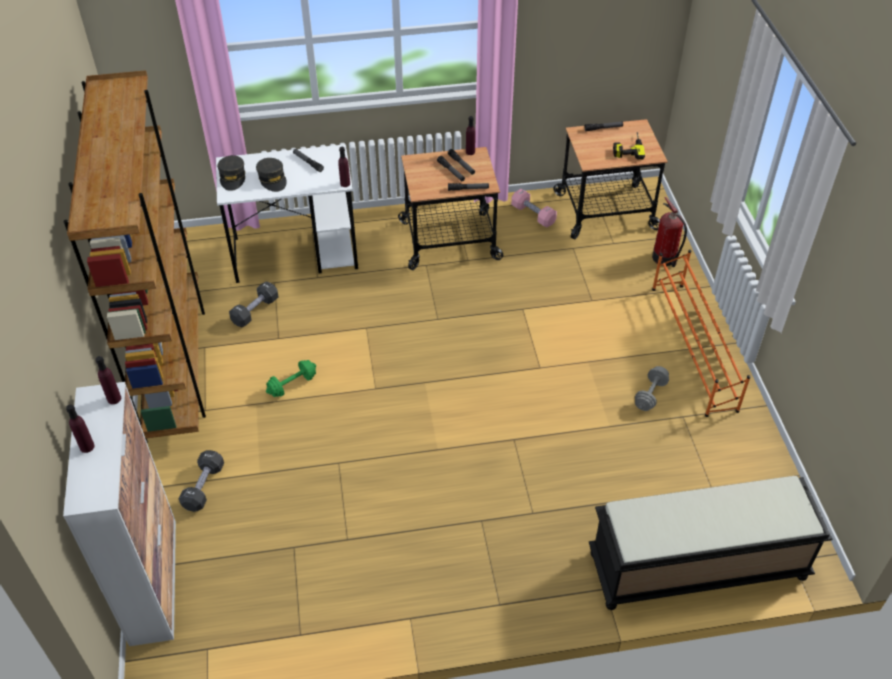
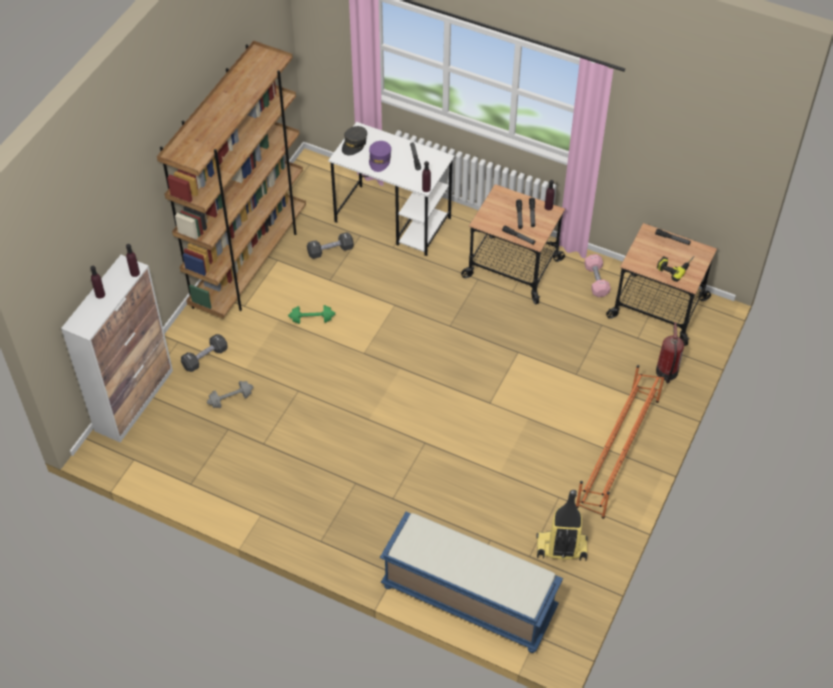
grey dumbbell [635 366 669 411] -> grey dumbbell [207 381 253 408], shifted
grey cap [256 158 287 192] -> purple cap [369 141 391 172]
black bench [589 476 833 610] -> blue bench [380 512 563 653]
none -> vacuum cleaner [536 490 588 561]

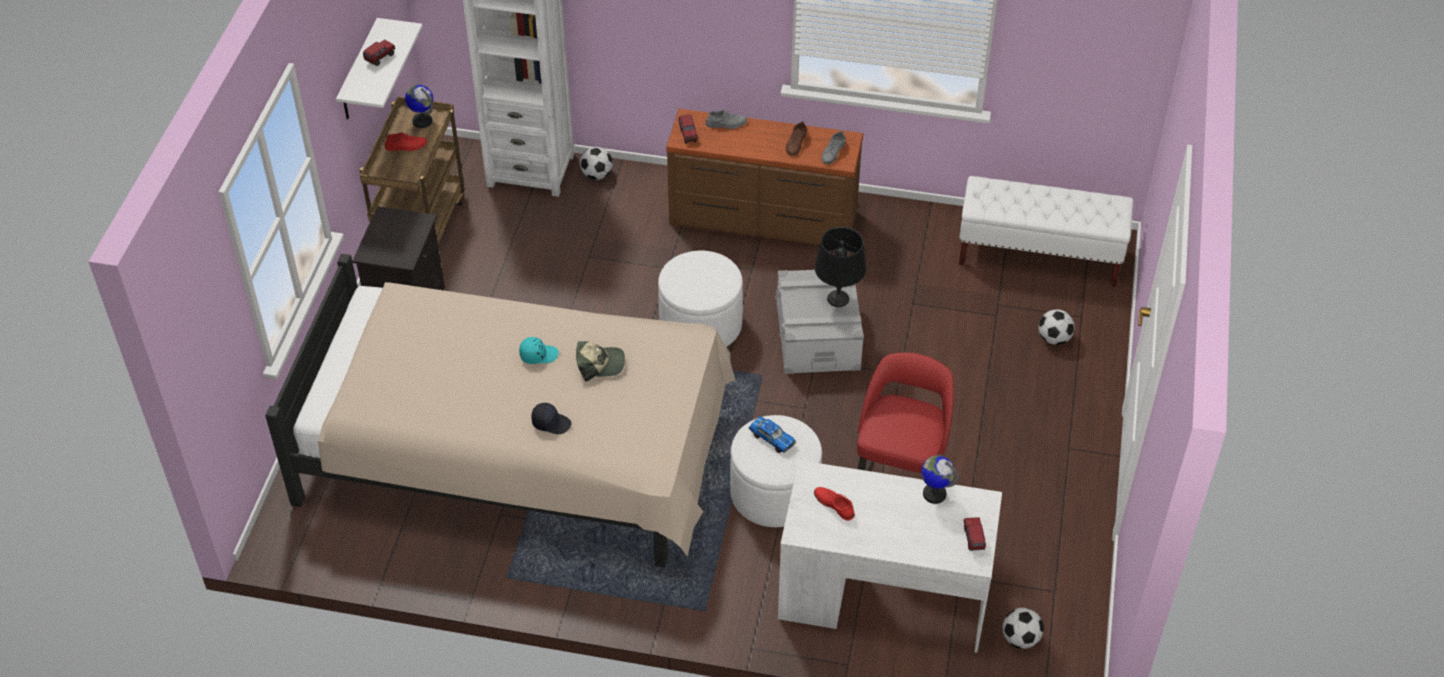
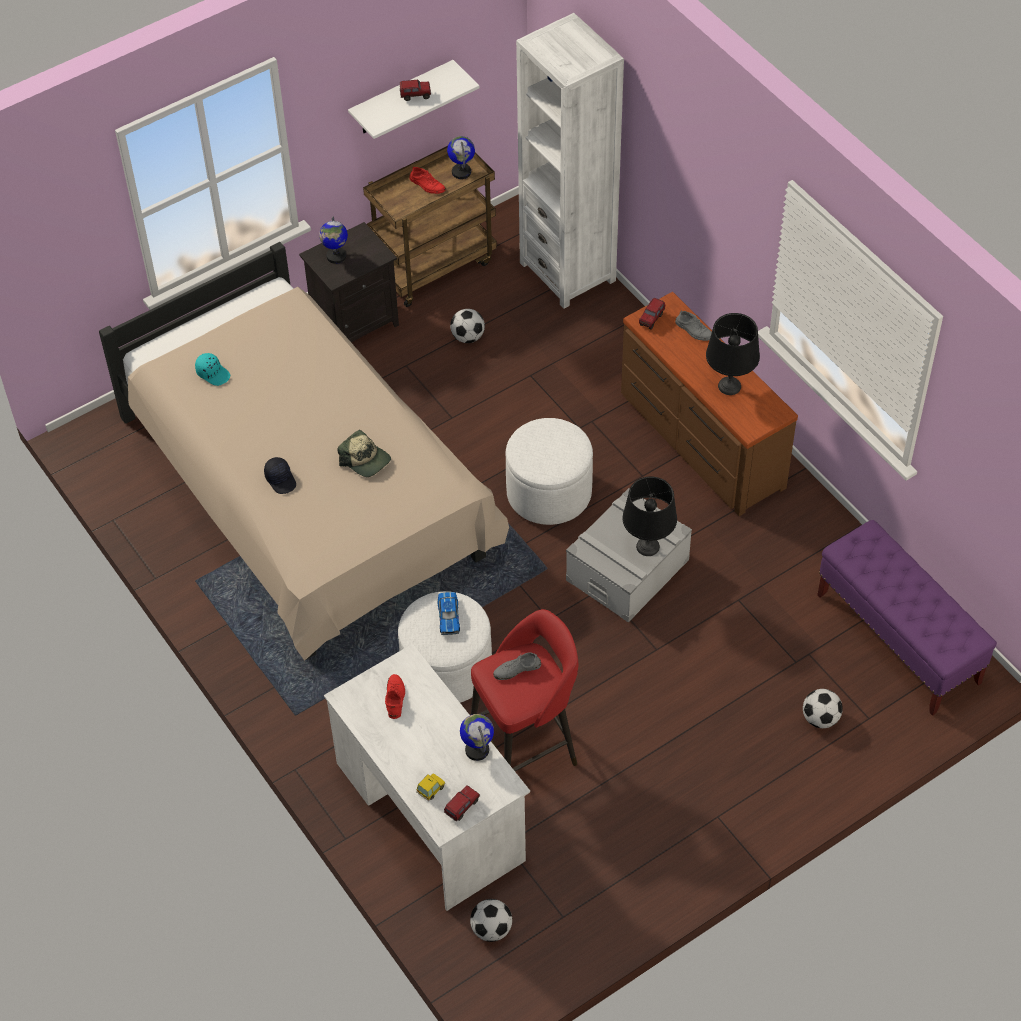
turquoise cap [519 337 559 364] -> turquoise cap [195 353 230 386], shifted
none -> globe [319 216 348 264]
none -> toy car [416 773 446 801]
football [580 147 613 180] -> football [450 309 485 343], shifted
grey shoe [821 131 846 164] -> grey shoe [493 652 541 680], shifted
brown shoe [786 121 807 156] -> black table lamp [706 313 760 395]
white bench [959 176 1133 287] -> purple bench [817 520 997 716]

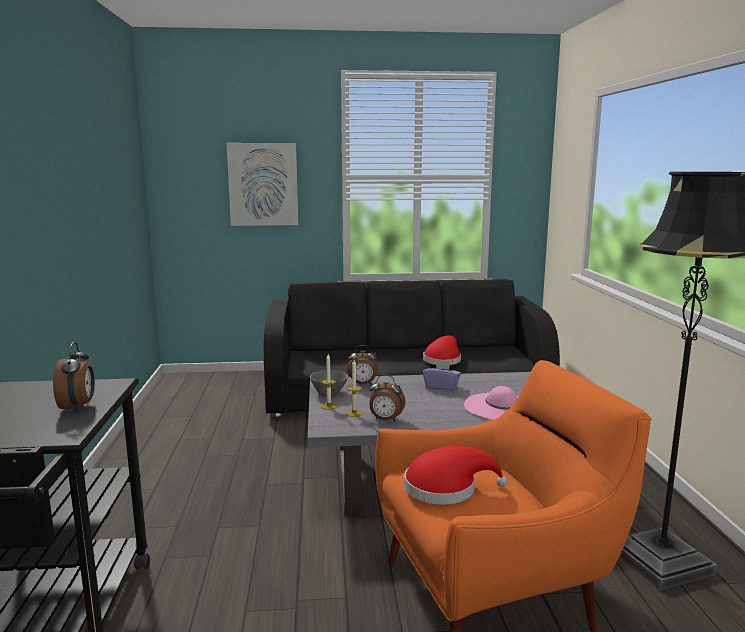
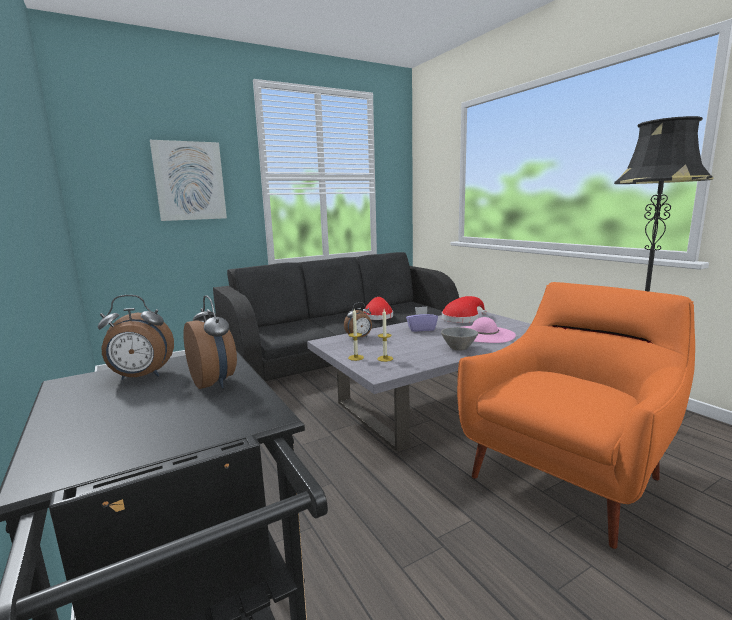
alarm clock [369 375 406 421] -> alarm clock [98 295 174 380], shifted
grey bowl [310 370 348 396] -> grey bowl [441 327 478 351], shifted
red hat [404 446 507 505] -> red hat [442 296 487 323], shifted

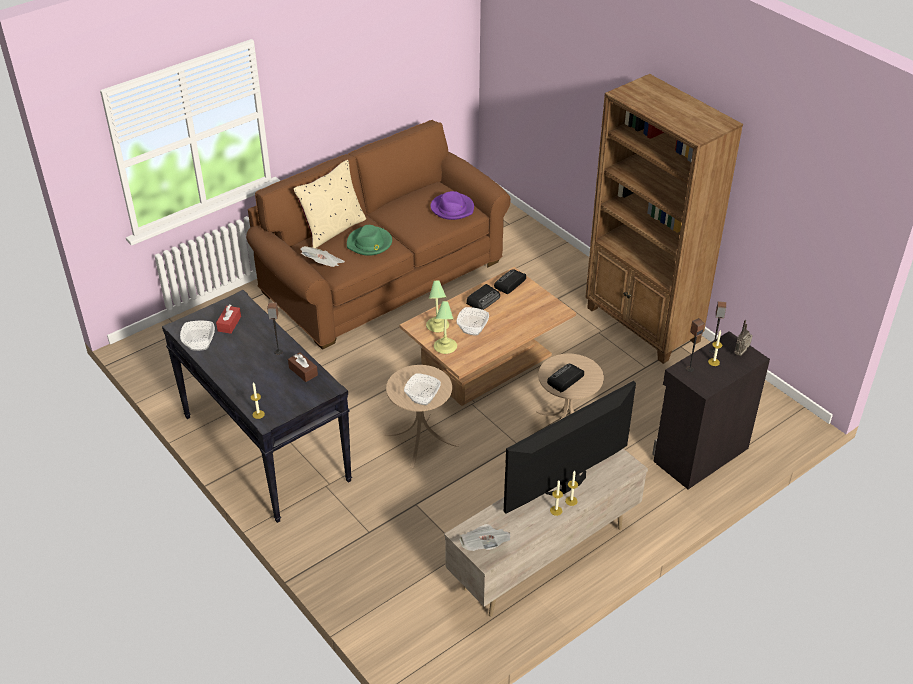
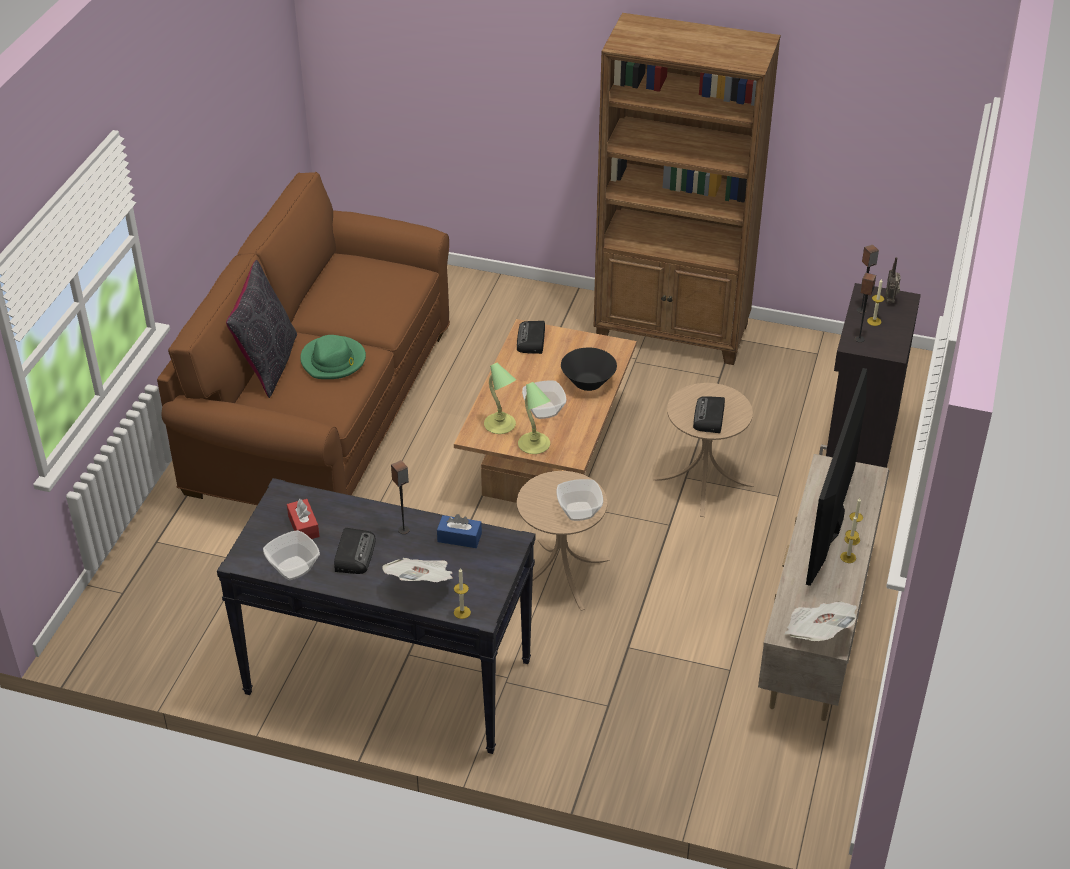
beige pillow [294 160 366 248] -> black pillow [226 260 297 398]
radio [466 284 500 310] -> radio [334 528 376 574], shifted
newspaper [300 246 345 267] -> newspaper [382 558 453 582], shifted
brown tissue box [288 352 318 382] -> blue tissue box [437 514 482 548]
none -> black bowl [561 348 617 391]
purple hat [431 191 474 220] -> none

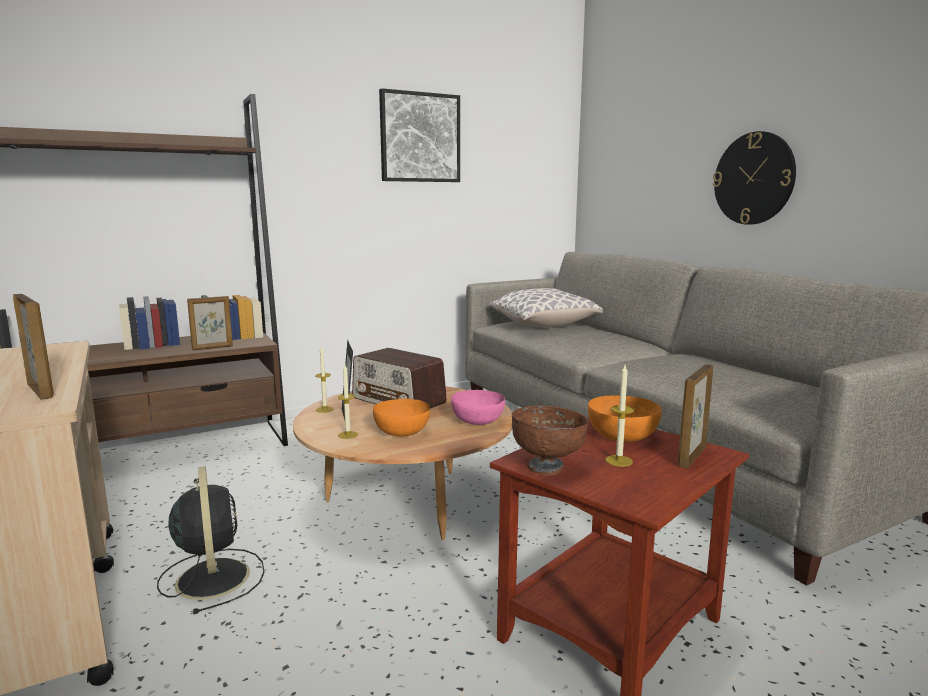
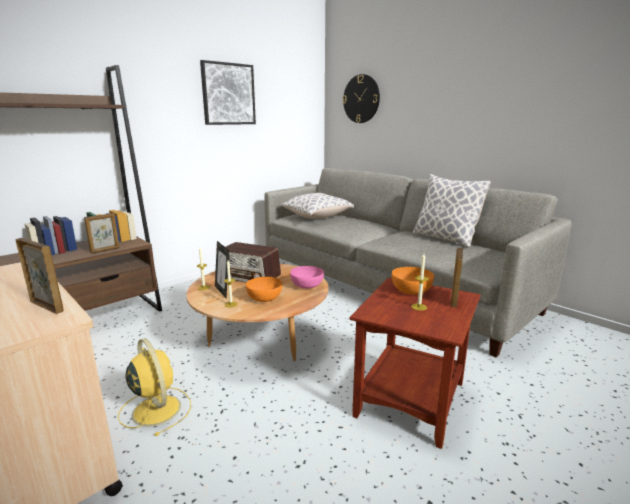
black fan [157 466 265 614] -> yellow fan [118 338 191 436]
wall clock [713 131 796 225] -> wall clock [342 74 380 123], shifted
none -> pillow [412 174 491 247]
brown bowl [512 405 589 476] -> none

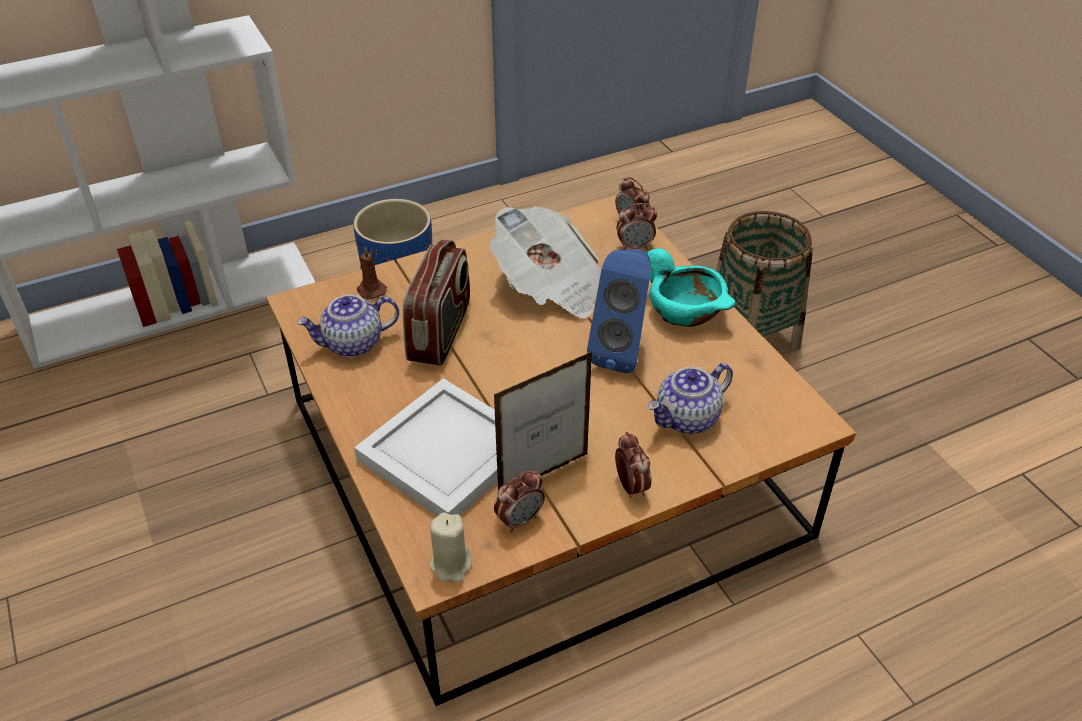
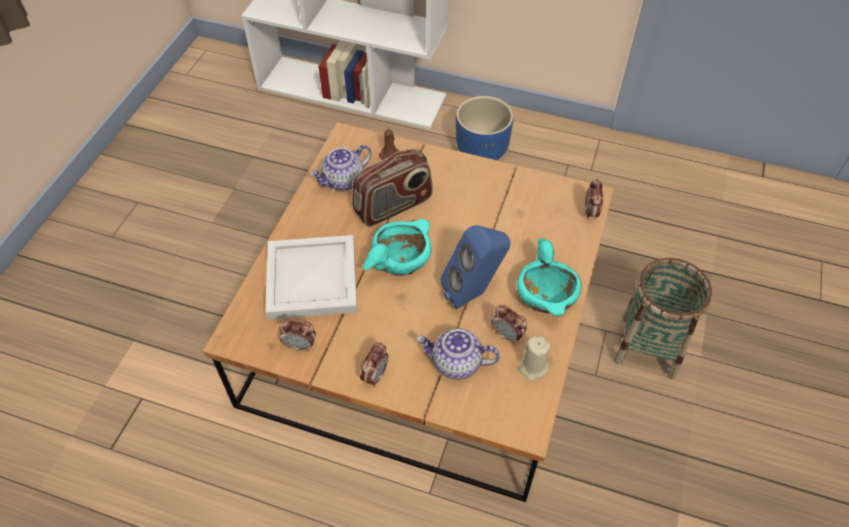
teapot [297 295 399 357] -> teapot [310 145 372 191], 60 degrees counterclockwise
none -> turquoise bowl [362 219 431 276]
alarm clock [616 203 657 250] -> alarm clock [491 305 527 344], shifted
beige candle [430 512 472 583] -> beige candle [520 336 551 381], shifted
newspaper [489 206 602 318] -> none
picture frame [494 352 592 490] -> none

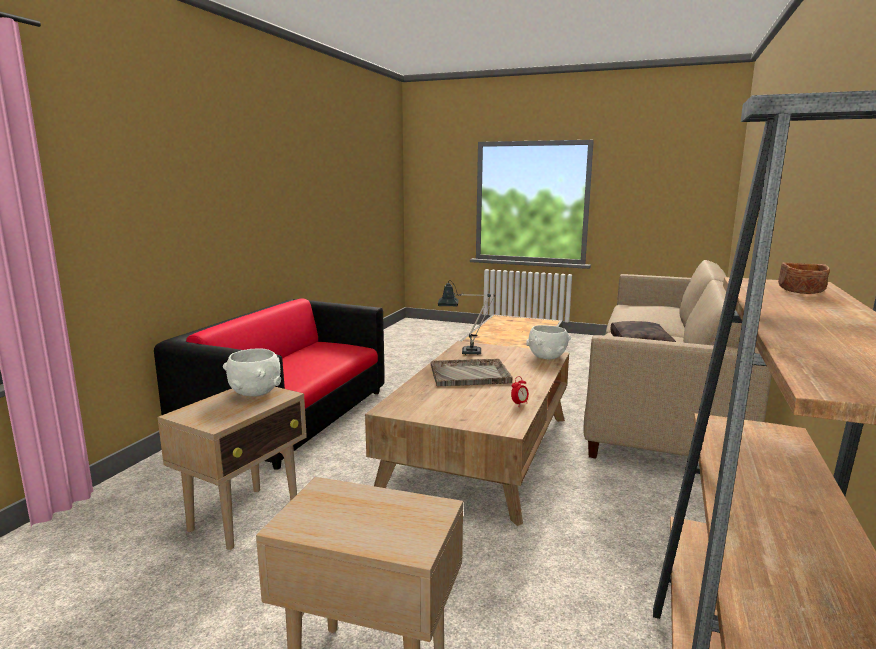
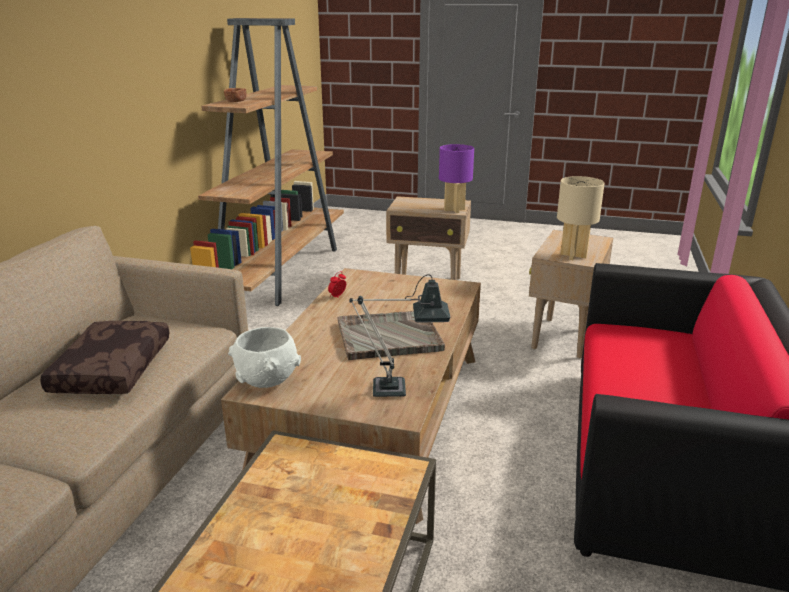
none -> purple table lamp [439 144 474 213]
white bowl [223 348 281 397] -> beige table lamp [557 176 605 260]

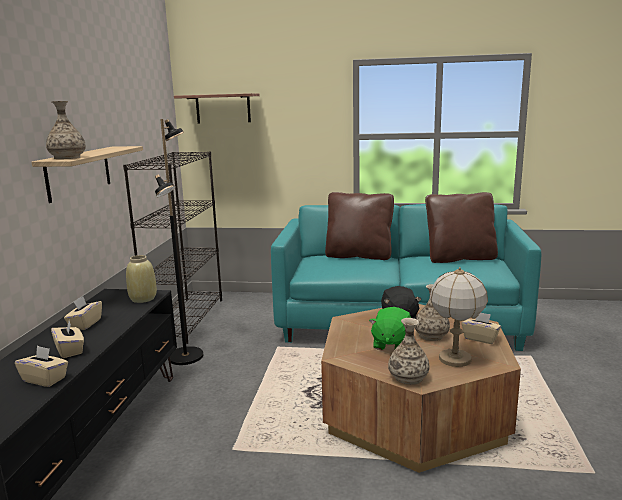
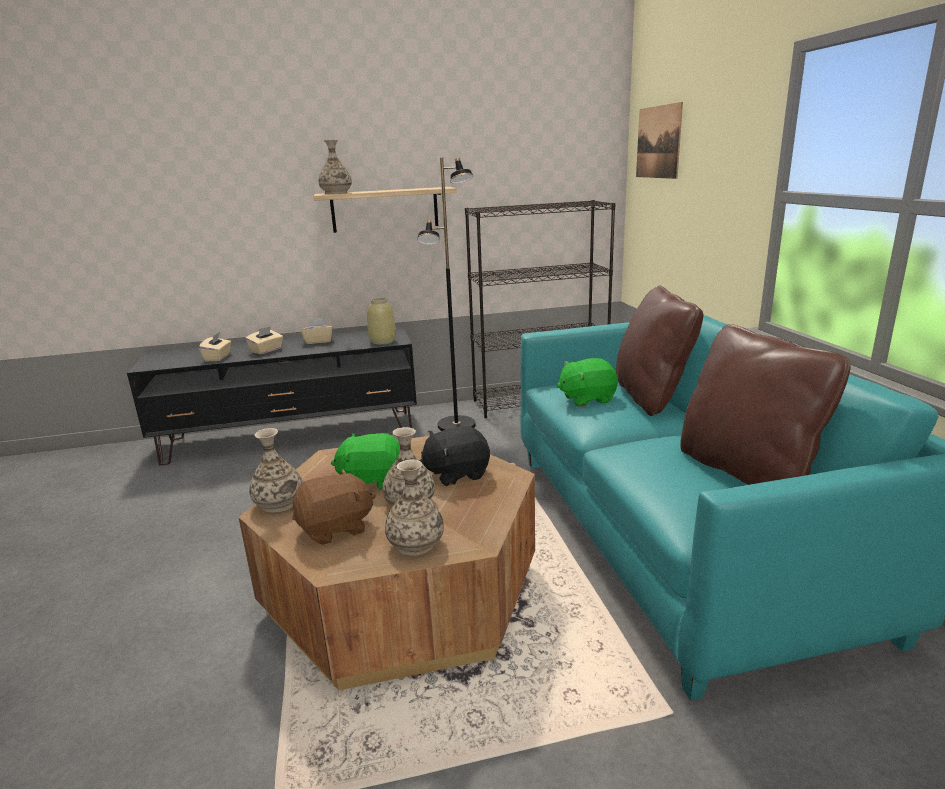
table lamp [430 267 488 367] -> brown plush toy [292 469 376 545]
beige tissue box [462 313 501 344] -> vase [385 460 444 556]
none -> green plush toy [557 358 618 407]
shelf [174 93 259 123] -> picture [636 102 683 179]

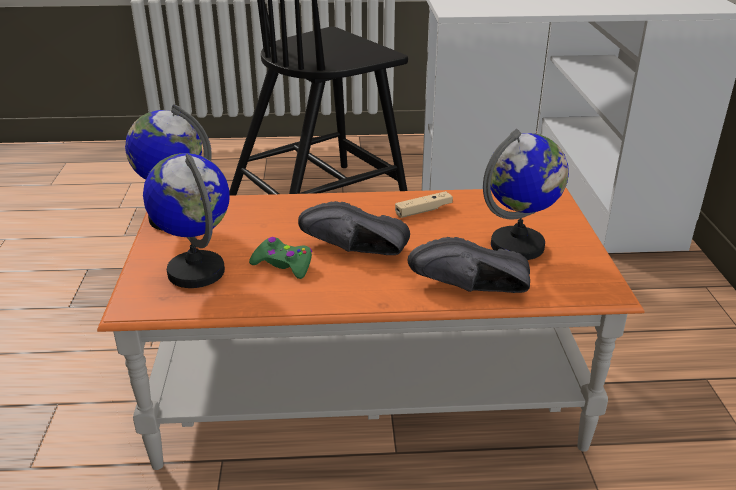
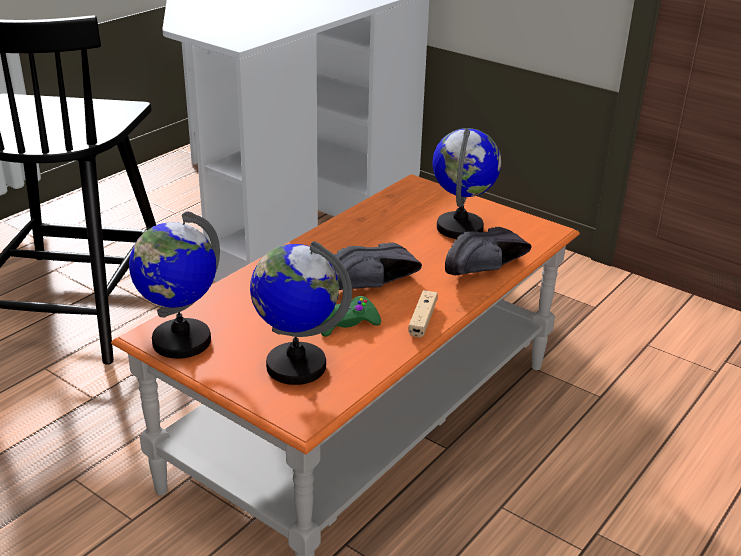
beige game controller [395 191 453 218] -> beige game controller [409 290 438 337], shifted

